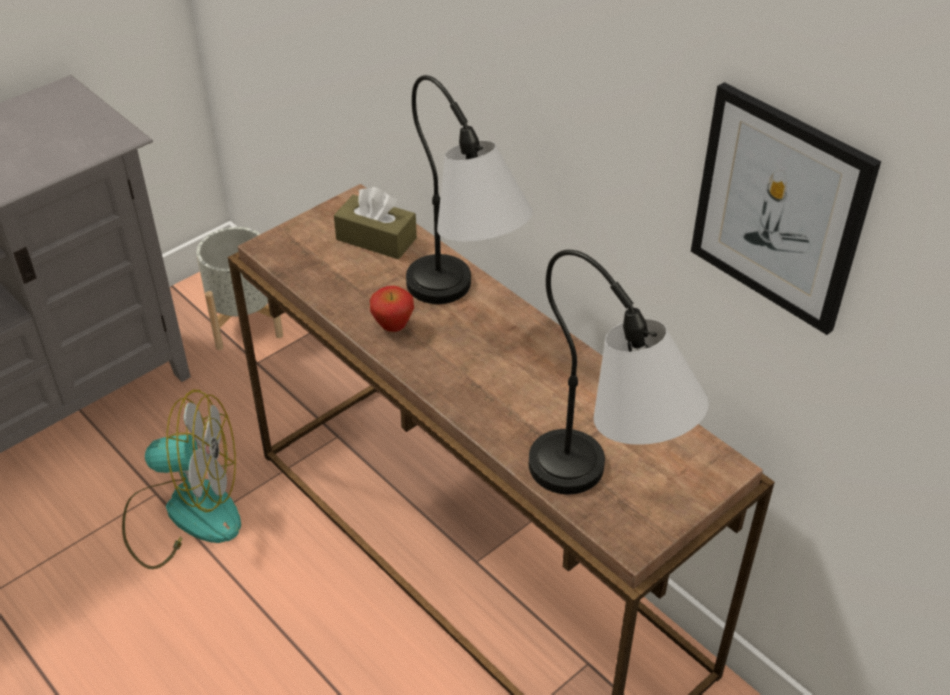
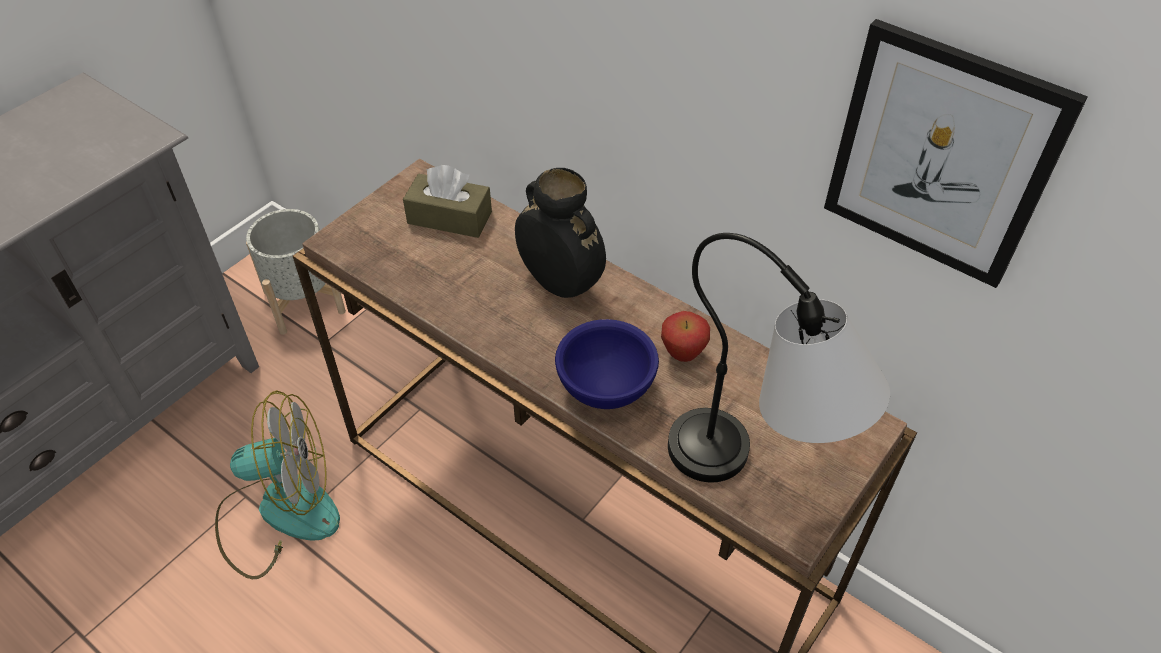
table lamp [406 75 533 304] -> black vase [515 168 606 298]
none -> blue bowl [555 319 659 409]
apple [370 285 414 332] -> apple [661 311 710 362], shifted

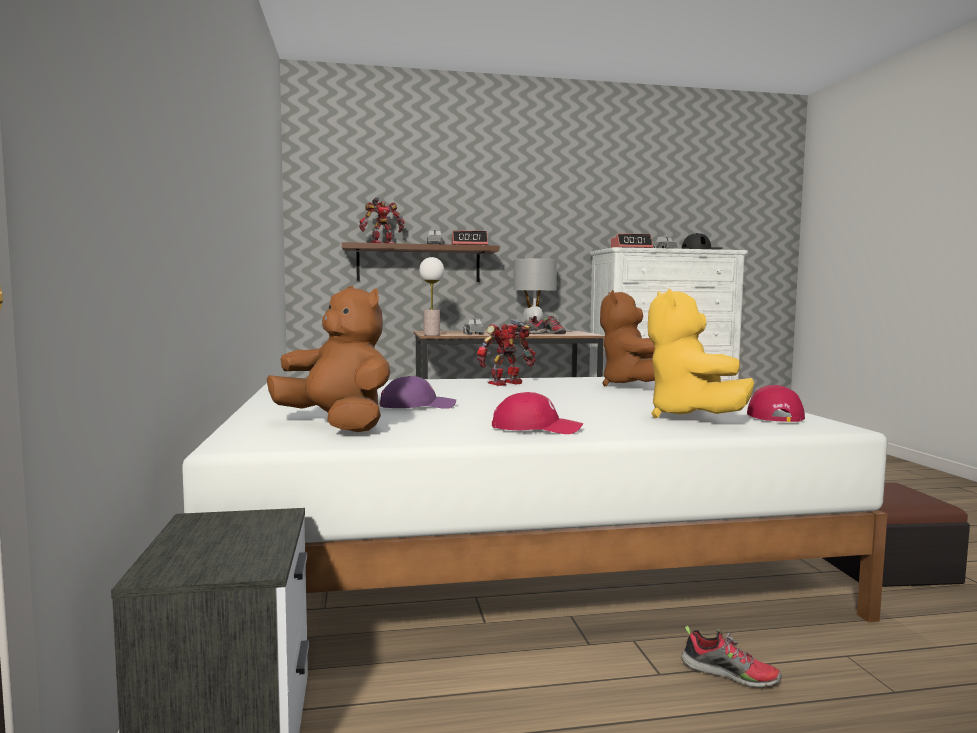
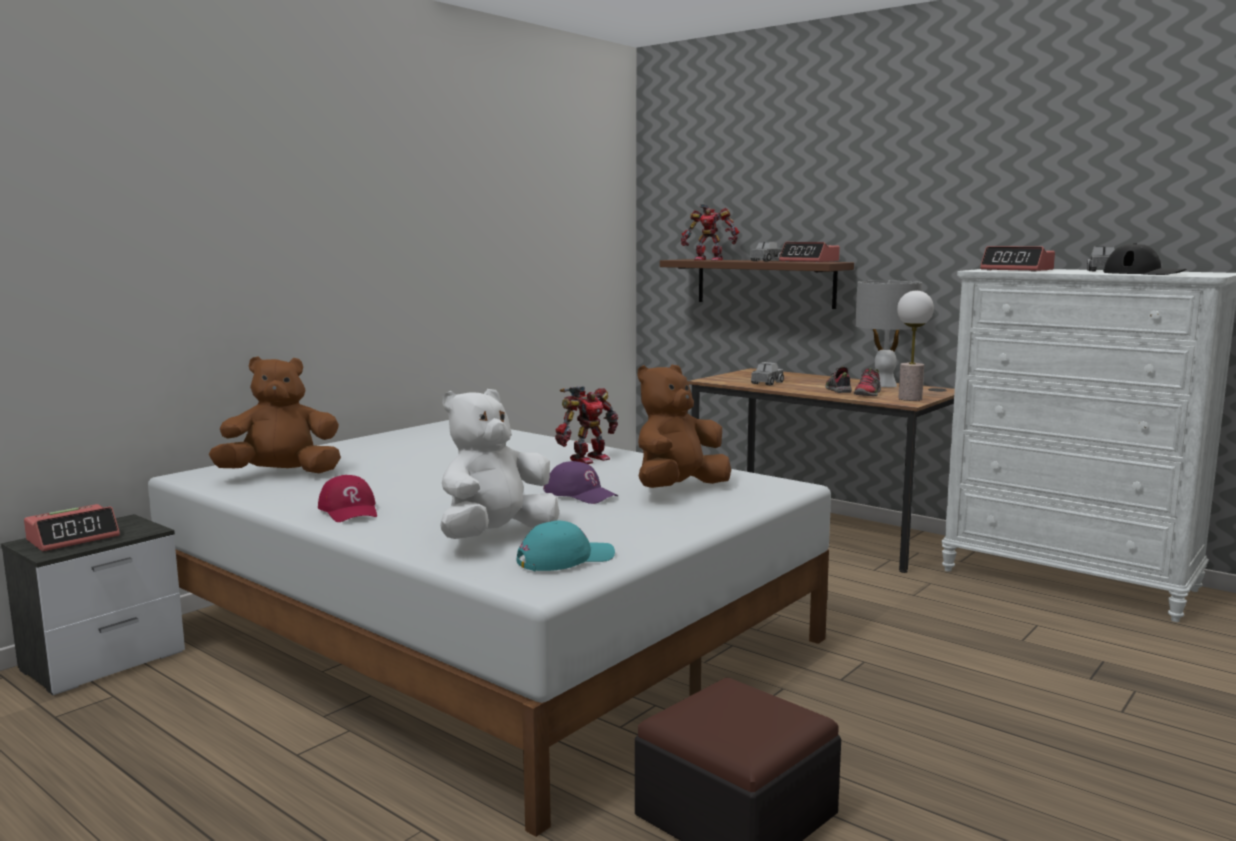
none -> alarm clock [24 504 120 551]
brown plush toy [267 286 390 432] -> brown plush toy [209 356 341 473], 105 degrees counterclockwise
yellow plush toy [648 289 754 418] -> white plush toy [440 389 559 539]
red cap [747 385 805 422] -> turquoise cap [516 520 615 571]
purple cap [380 376 456 409] -> purple cap [543 461 618 504], shifted
toy robot [477 319 536 386] -> toy robot [555 386 618 464], 120 degrees clockwise
table lamp [419 257 444 336] -> table lamp [897 291 934 401], shifted
shoe [681 625 782 688] -> none

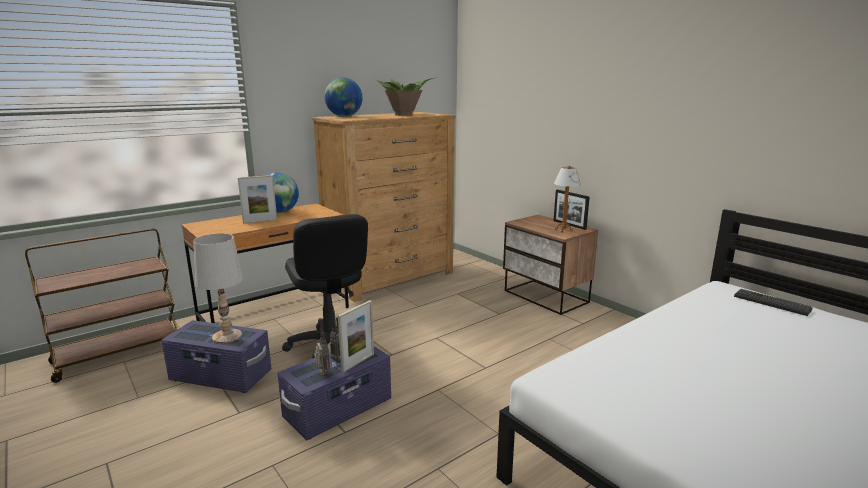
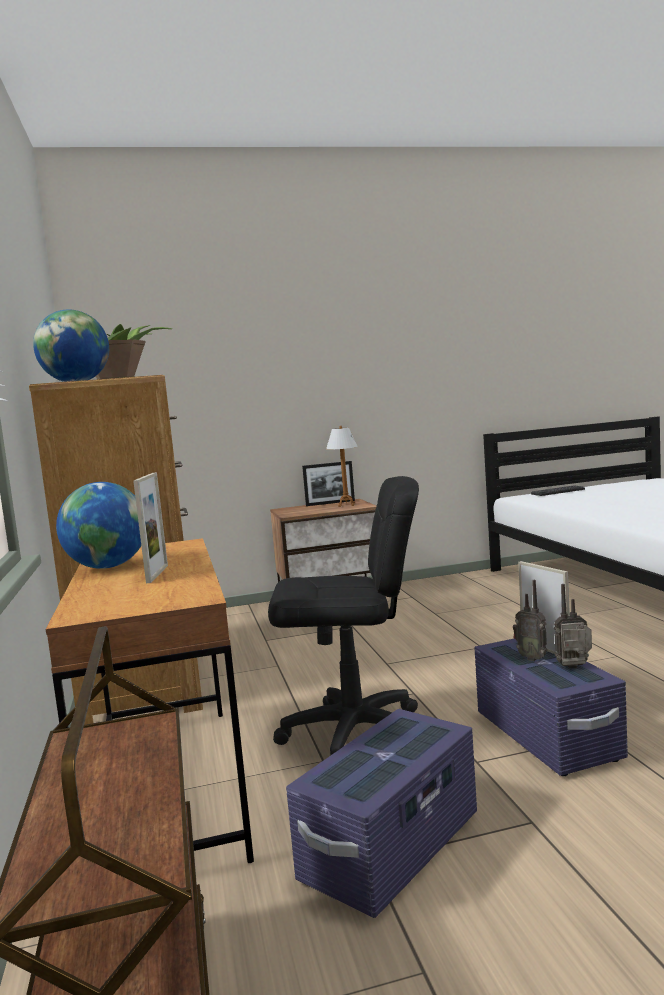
white table lamp [193 233 243 343] -> none

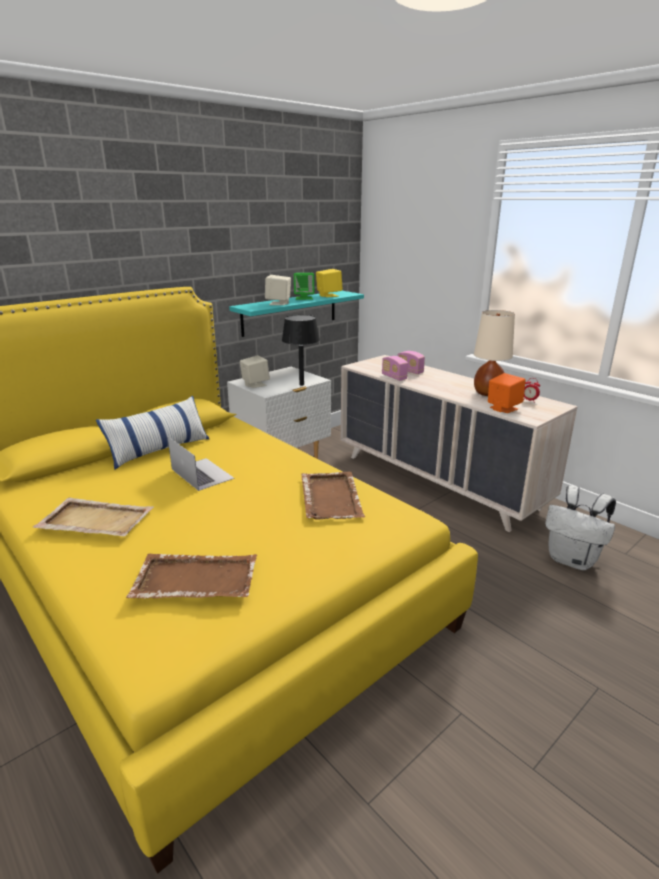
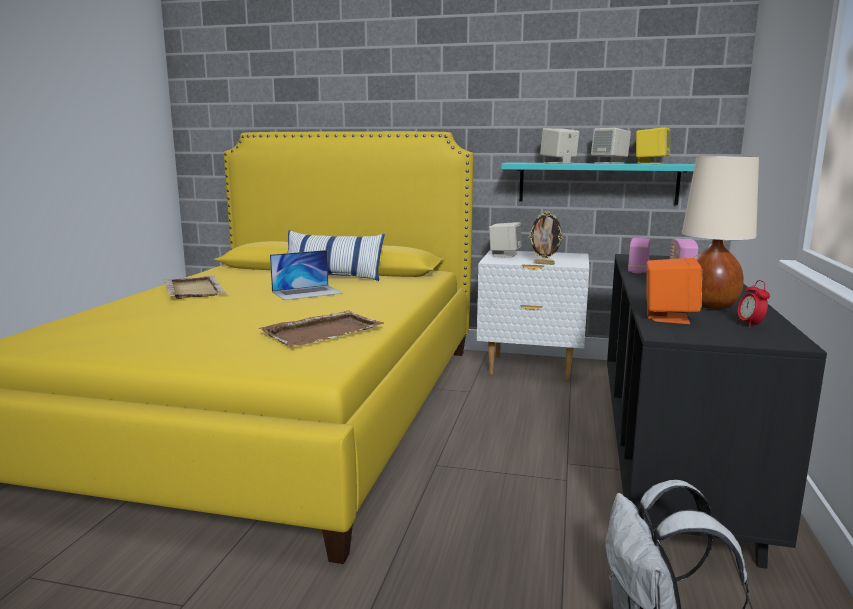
laptop [168 437 234 491] -> laptop [270 250 343 300], 45 degrees clockwise
black table lamp [282 315 320 386] -> picture frame [529 211 564 265]
green speaker [294 273 314 300] -> beige speaker [591 128 631 164]
beige dresser [341 355 578 532] -> black dresser [607 254 827 569]
brown tray [126 554 257 599] -> none

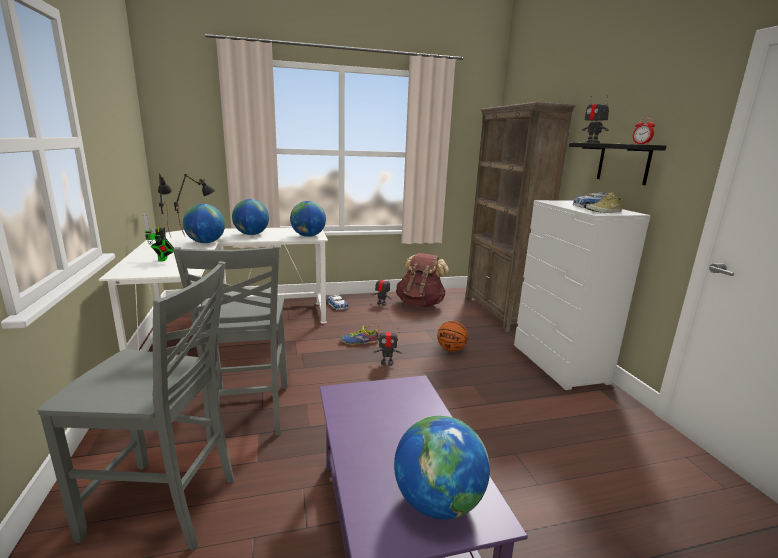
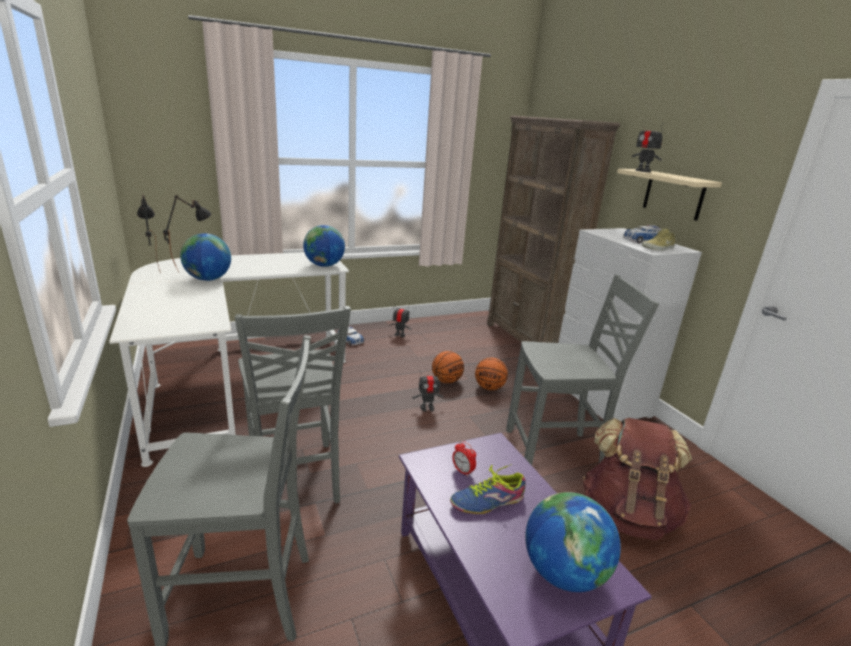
none -> basketball [432 351 464 383]
shoe [340 326 379 345] -> shoe [450 464 526 514], shifted
alarm clock [633 118 655 144] -> alarm clock [452 441 476 477], shifted
none -> grey chair [506 275 659 465]
brown backpack [396 253 449 307] -> brown backpack [583 418 692 540], shifted
black shelf [569 143 666 185] -> beige shelf [617 169 722 221]
toy robot [143 213 174 261] -> none
globe [232 199 269 235] -> none

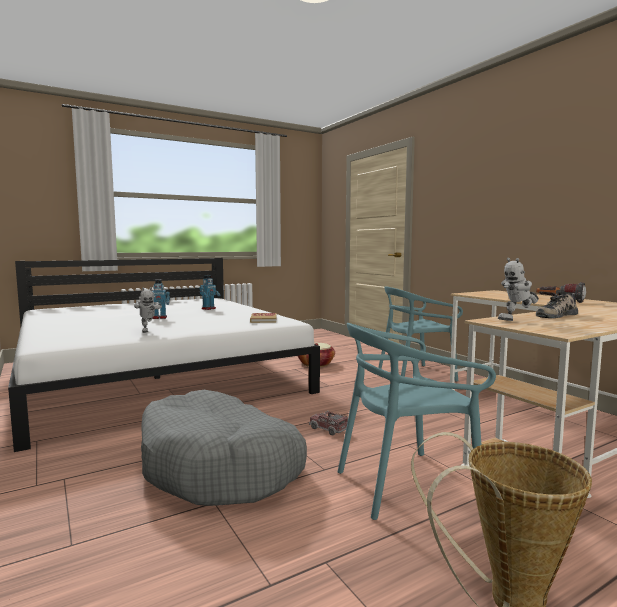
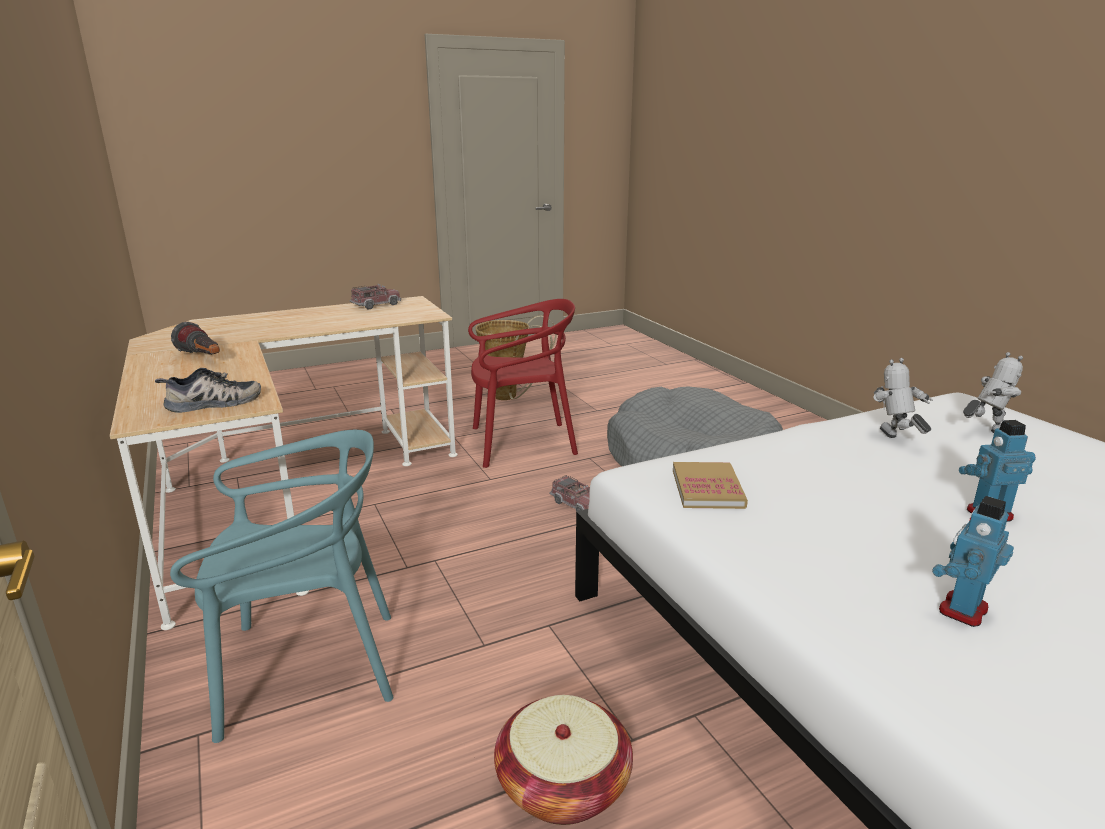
shoe [536 292 578 318] -> shoe [155 368 261 413], shifted
none -> toy truck [349 284 401 309]
turquoise chair [338 323 496 520] -> red chair [468 299 578 468]
toy robot [498 258 539 321] -> toy robot [963 352 1023 433], shifted

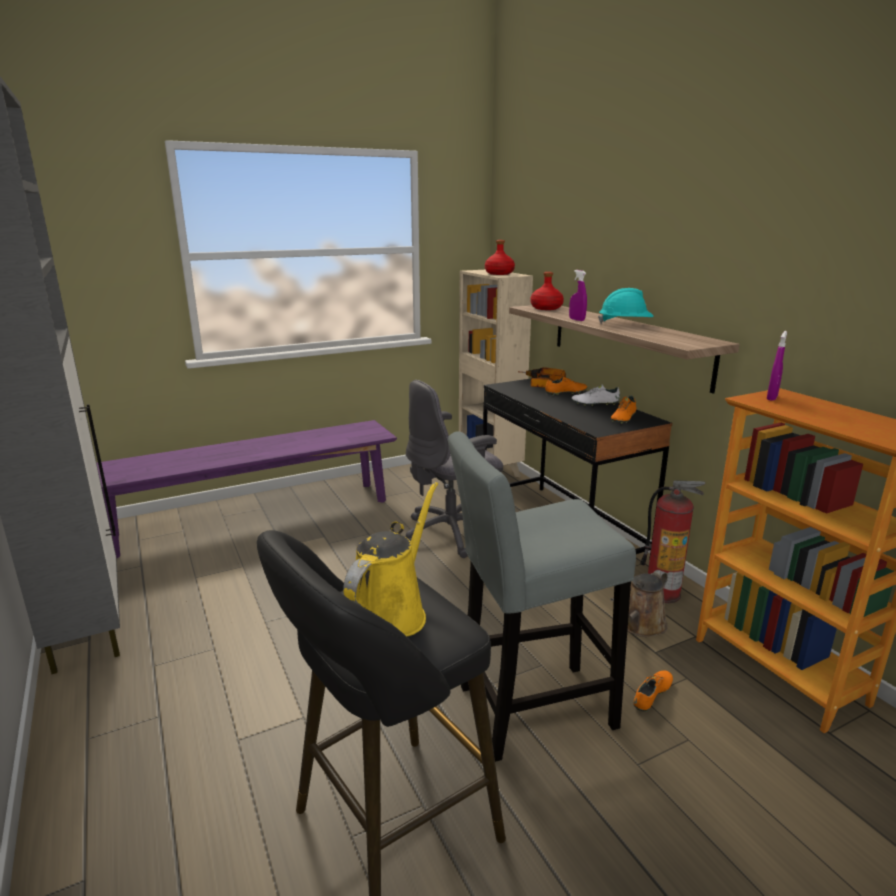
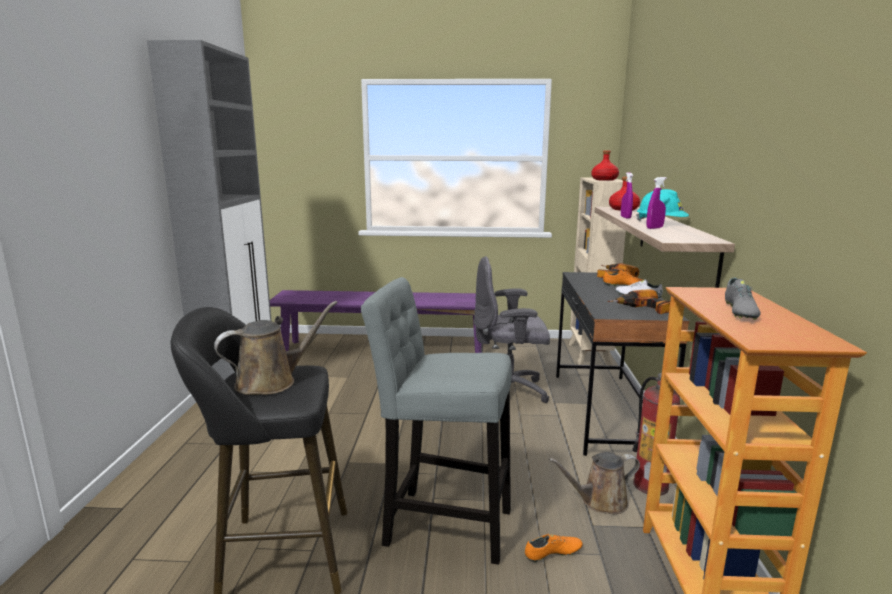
yellow watering can [343 482 438 636] -> brown watering can [214 301 338 395]
orange shoe [611 396 636 423] -> power drill [608 289 670 314]
purple spray bottle [767 331 787 401] -> purple spray bottle [646 177 667 229], shifted
none -> grey shoe [725 278 761 320]

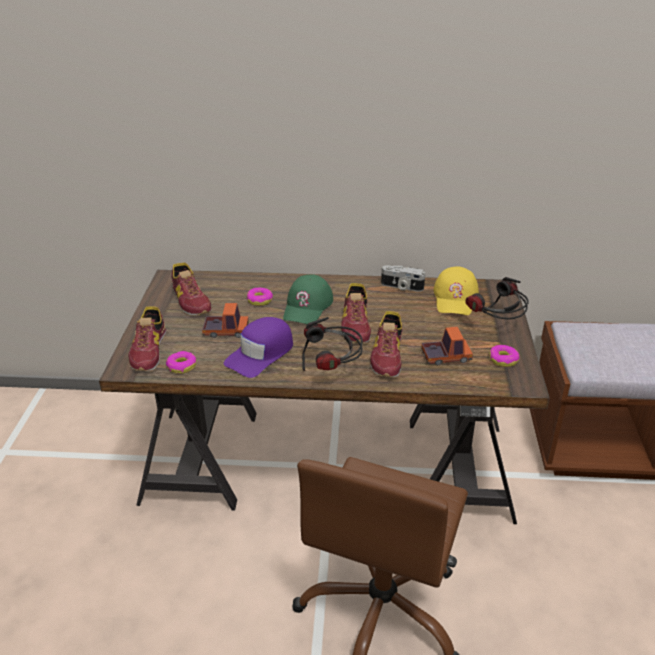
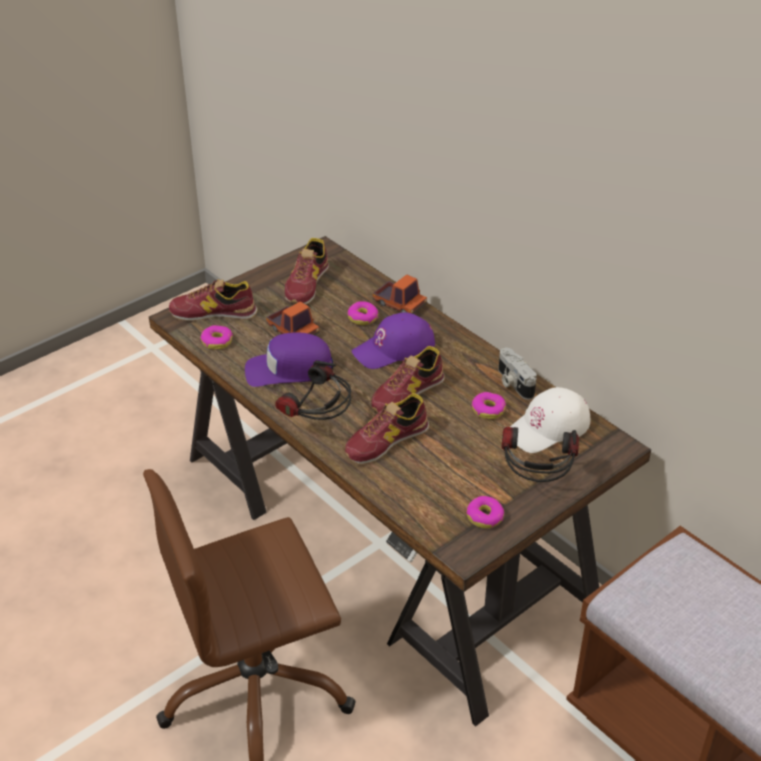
shoe [128 307 167 371] -> shoe [169 279 258 321], 45 degrees clockwise
green cap [283 274 333 324] -> purple cap [352 312 435 369]
toy truck [421 327 473 365] -> toy truck [373 274 427 314], shifted
none -> donut [471 392 506 419]
yellow cap [433 266 479 315] -> white cap [510 387 590 453]

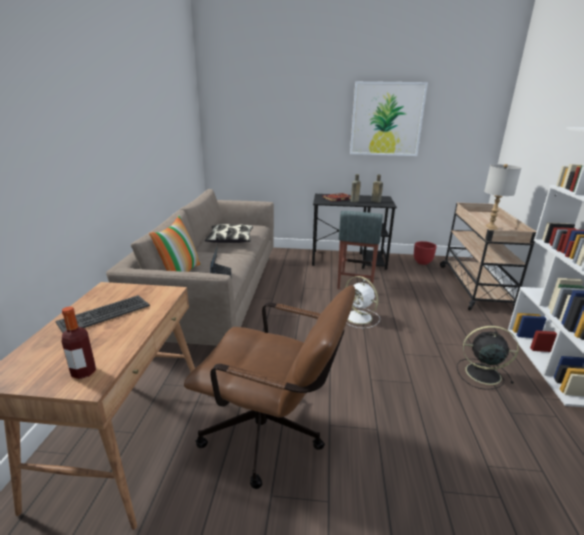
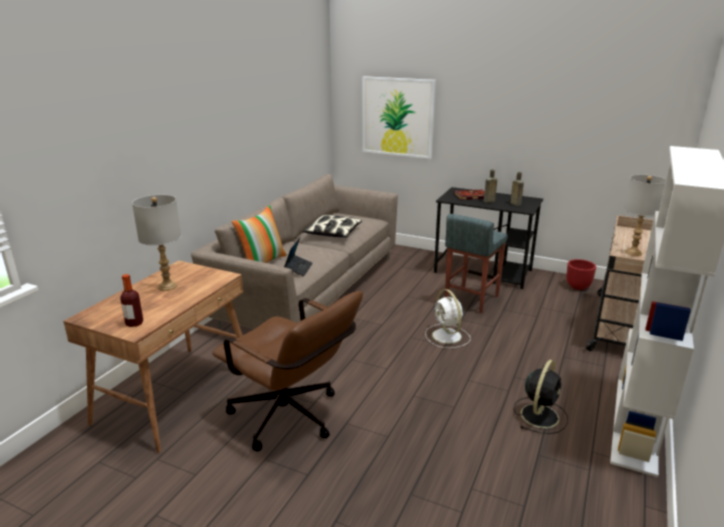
keyboard [56 295 150 333] -> grey table lamp [132 194 181 291]
picture [350 81 428 156] -> picture [363 76 436 159], shifted
black fan [457 326 519 390] -> black fan [514 360 568 434], 90 degrees clockwise

